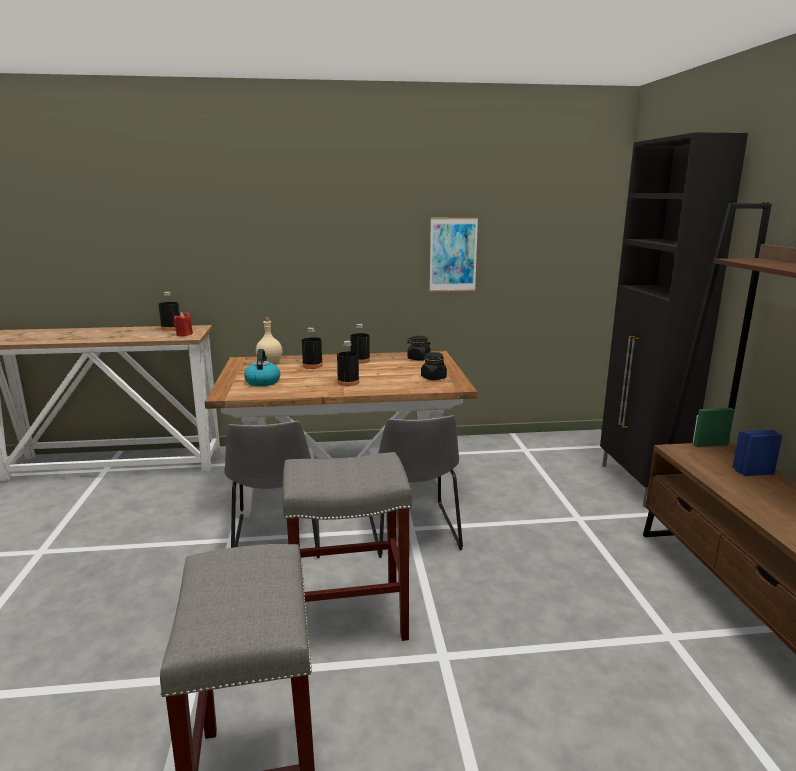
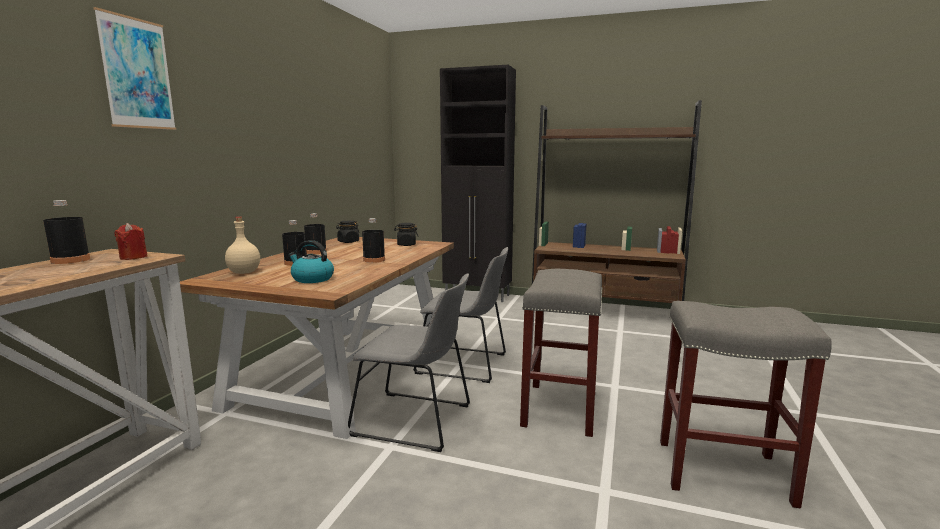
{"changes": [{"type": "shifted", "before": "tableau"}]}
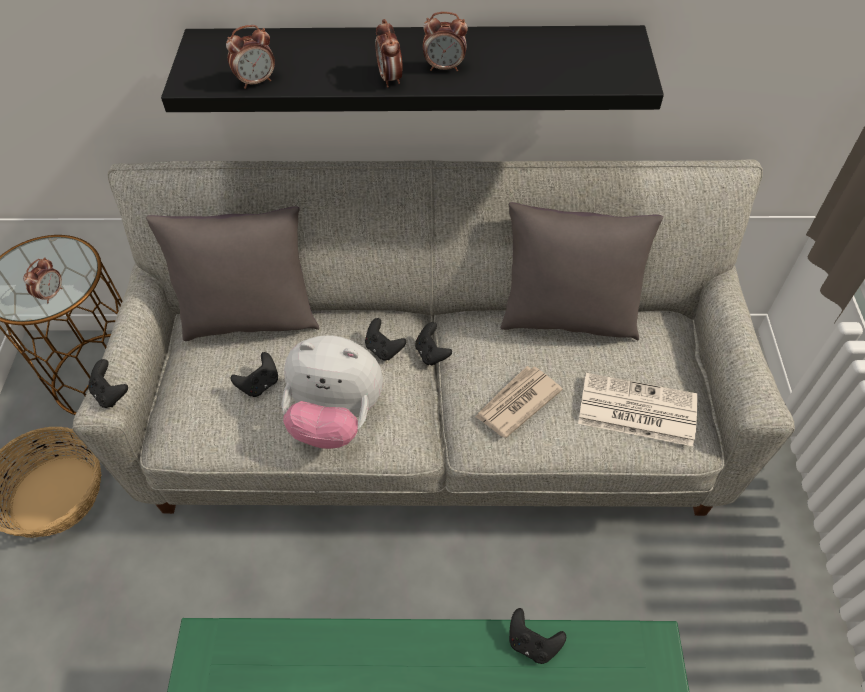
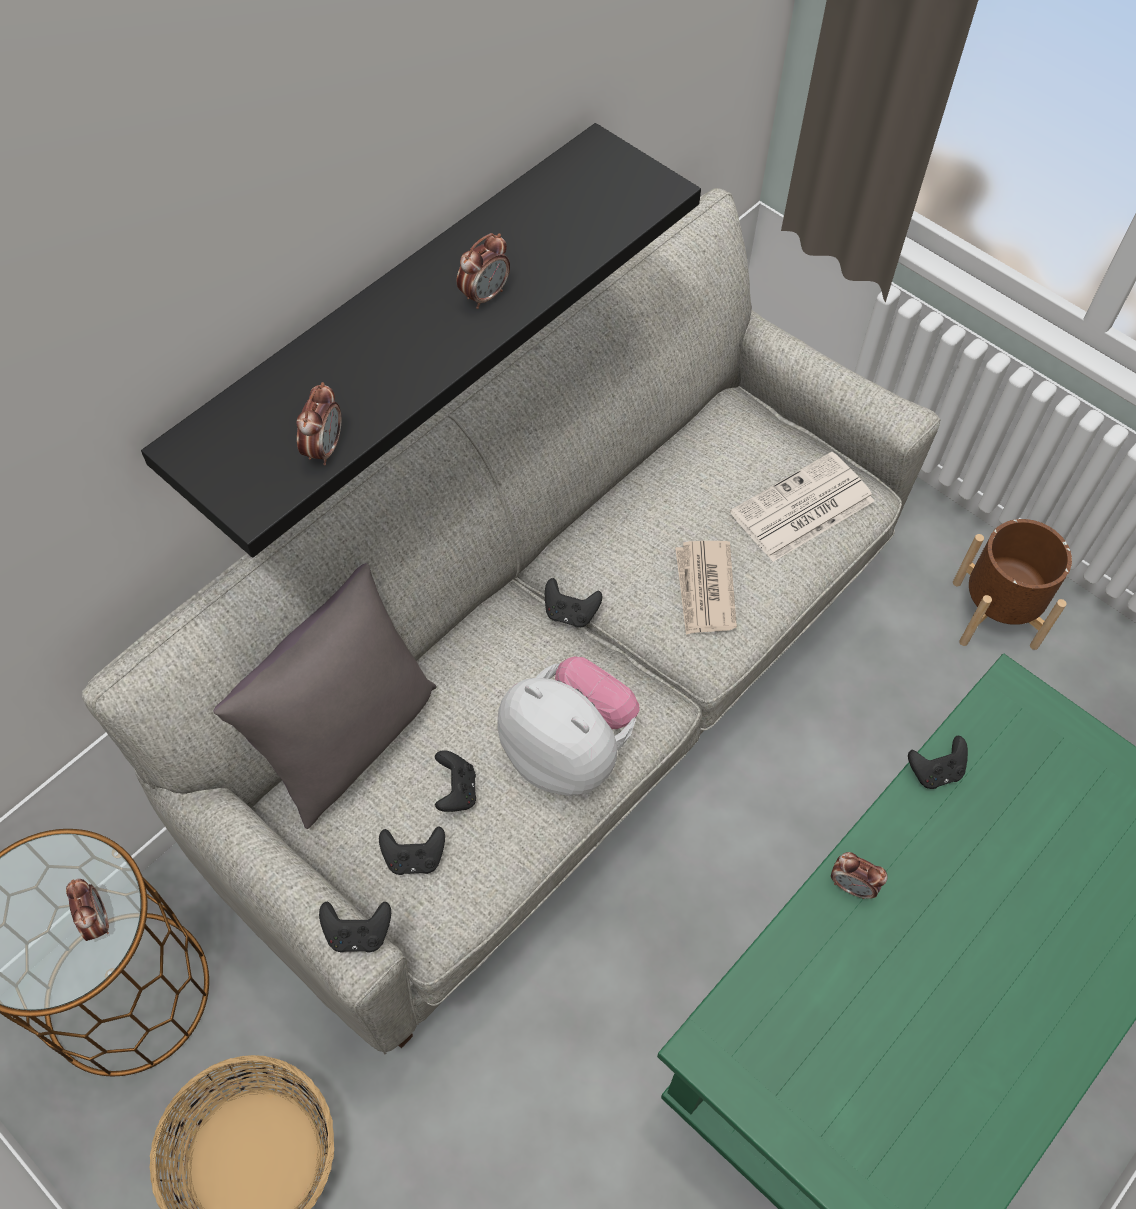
{"changes": [{"type": "shifted", "before": "manette [noir] (no. 3 from left in the first image)", "after": "manette [noir] (no. 2 from left)"}, {"type": "rotated", "before": "peluche", "turn": -105}, {"type": "shifted", "before": "réveil (no. 3 from left in the first image)", "after": "réveil (no. 4 from left)"}, {"type": "new", "after": "cache-pot [marron]"}, {"type": "gone", "before": "coussin [gris] (no. 2 from left)"}]}
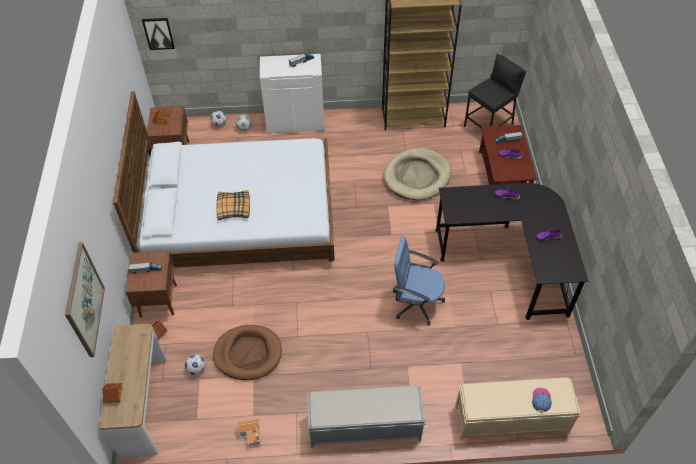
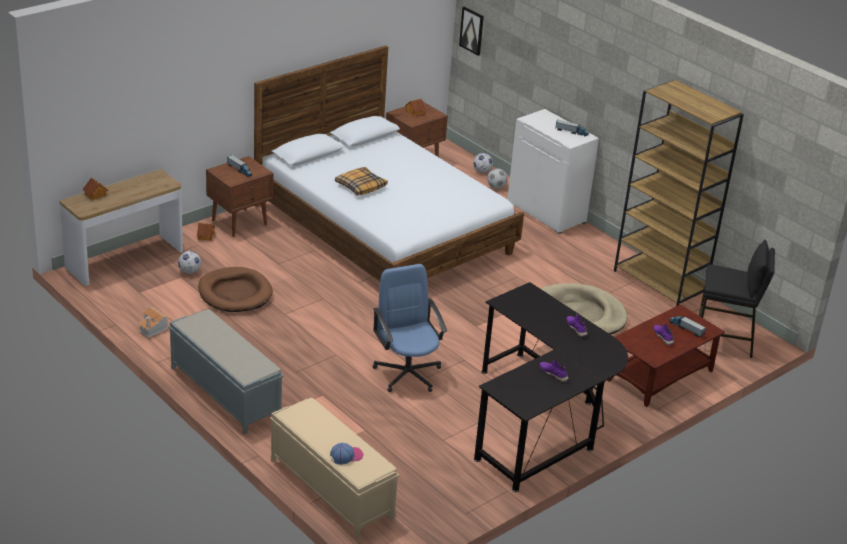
{"changes": [{"type": "gone", "before": "tableau (no. 1 from left)"}]}
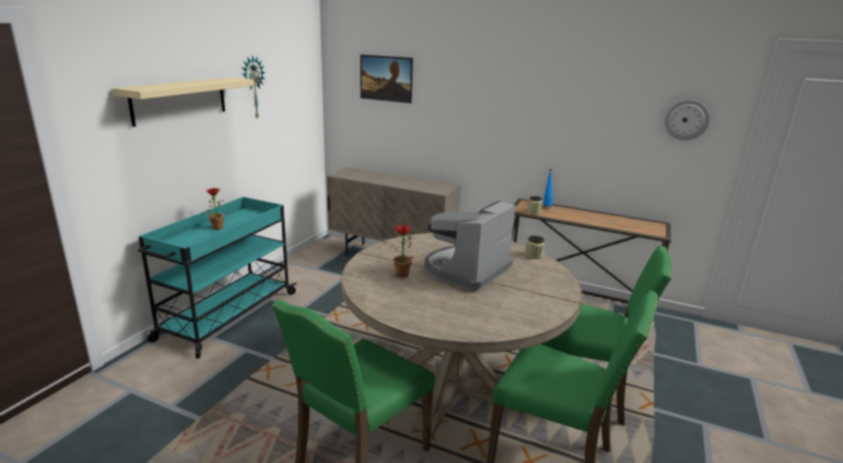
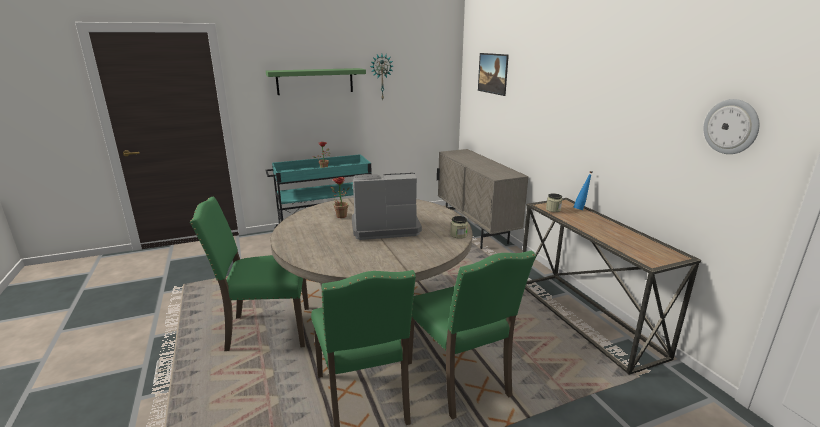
{"changes": [{"type": "repainted", "before": "étagère [beige]", "after": "étagère [vert]"}]}
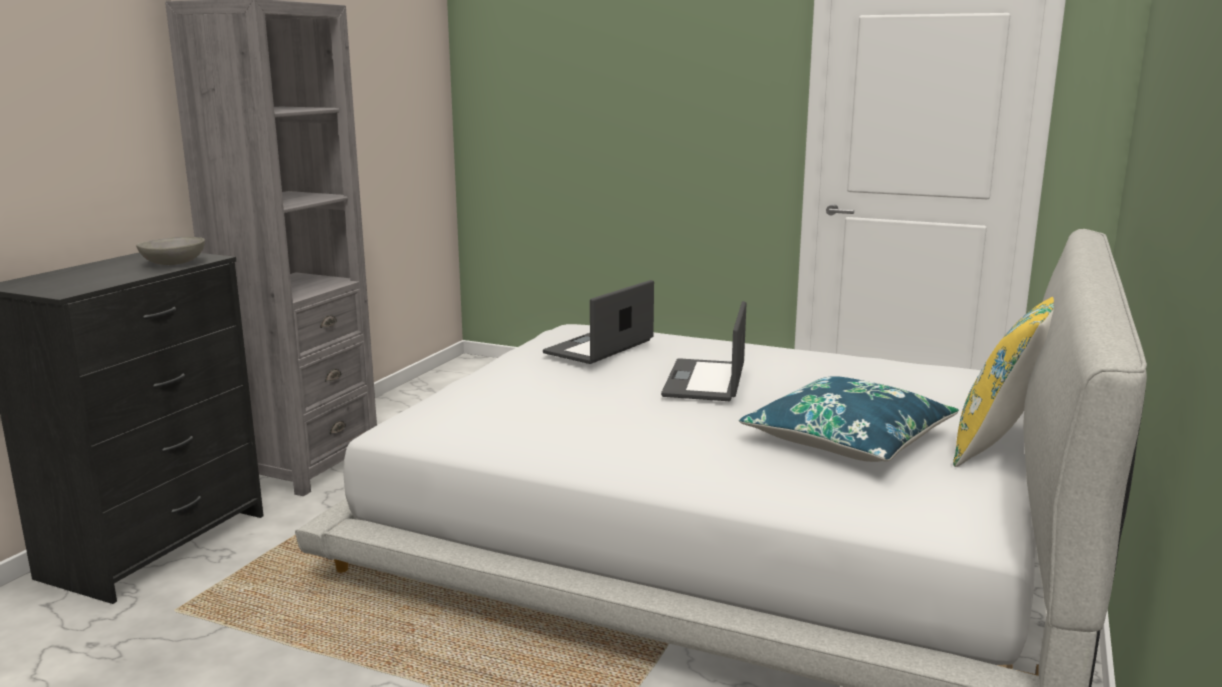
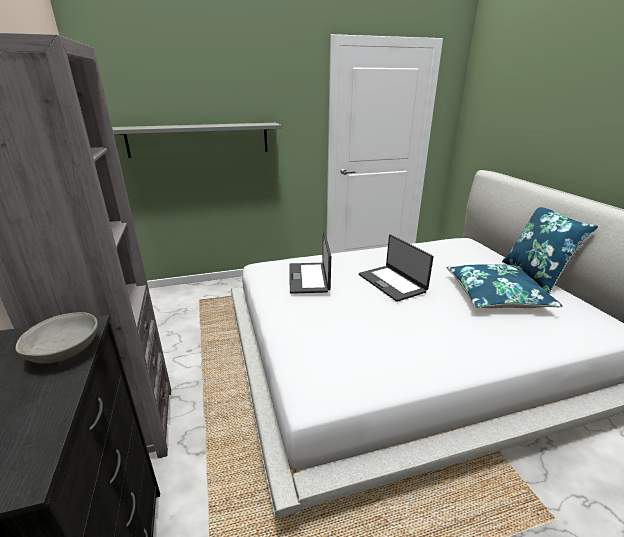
{"changes": [{"type": "new", "after": "étagère [gris]"}, {"type": "repainted", "before": "coussin [jaune]", "after": "coussin [bleu] (no. 2 from left)"}]}
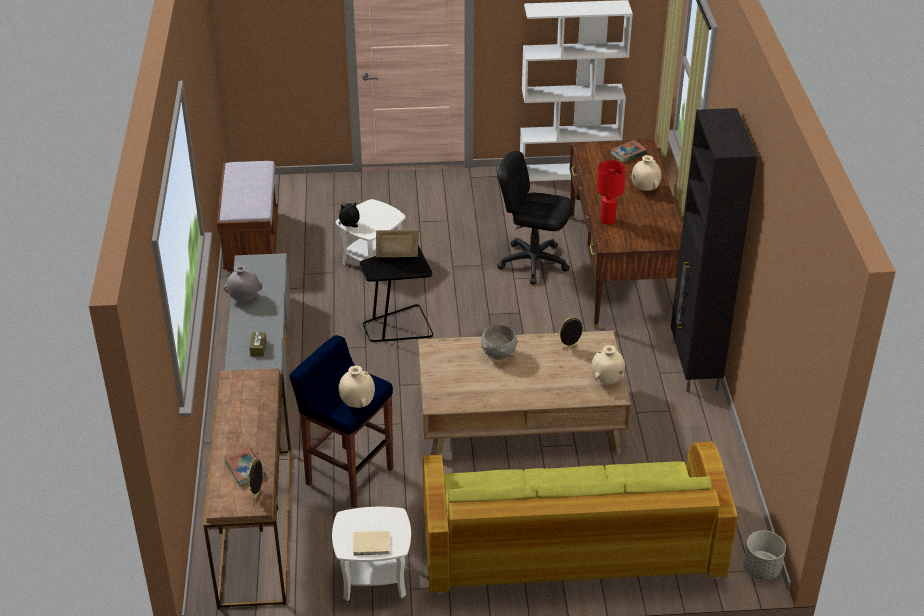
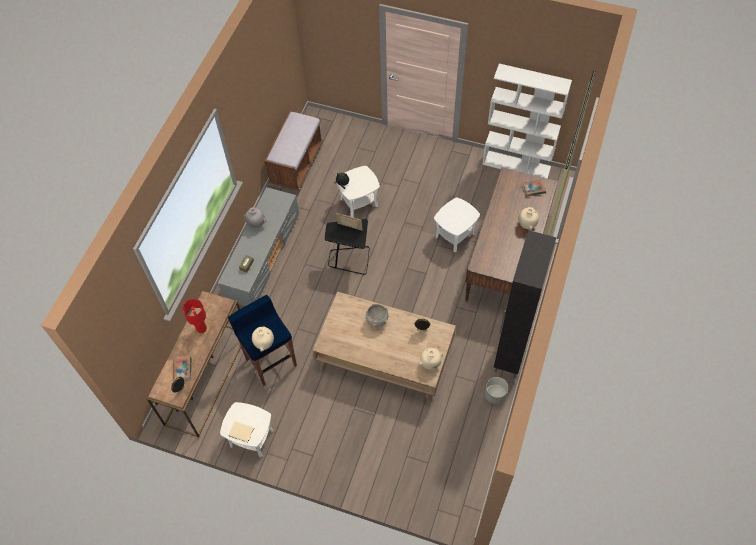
{"changes": [{"type": "shifted", "before": "lampe de table [rouge]"}, {"type": "swapped", "before": "chaise de bureau [noir]", "after": "table d'appoint [blanc] (no. 3 from left)"}, {"type": "shifted", "before": "cache-pot [gris]"}, {"type": "gone", "before": "canapé [vert]"}]}
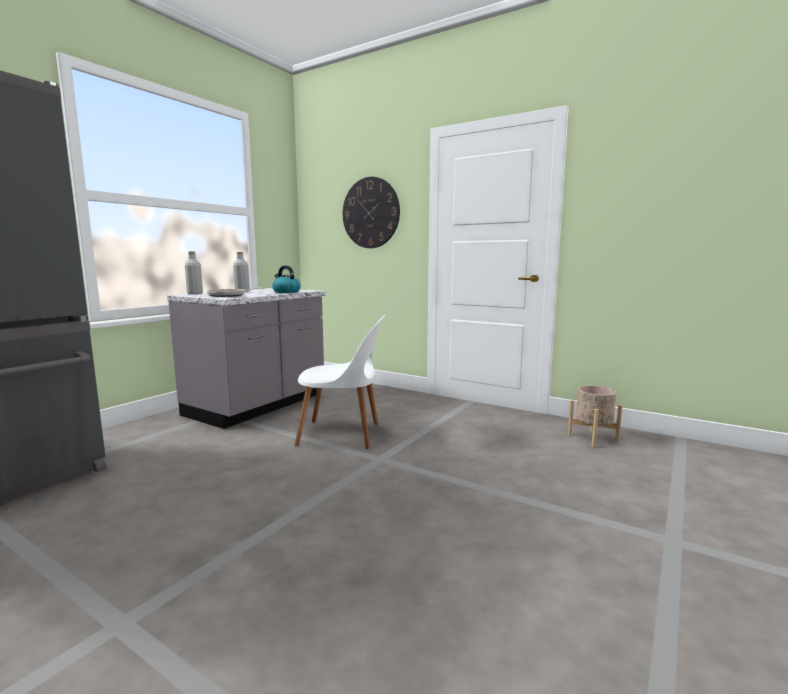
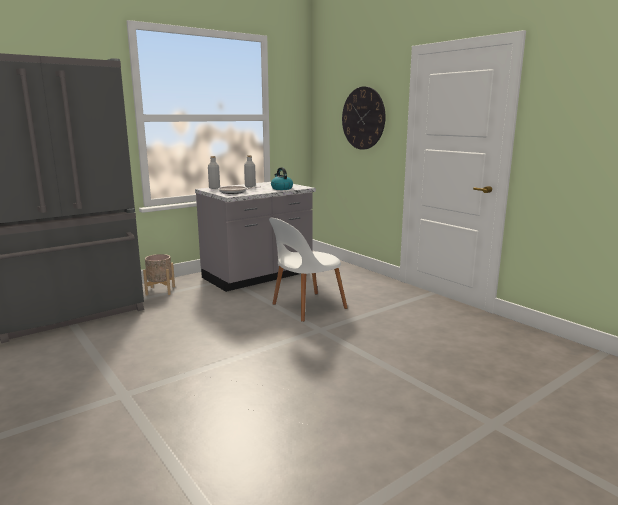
{"changes": [{"type": "shifted", "before": "cache-pot [beige]"}, {"type": "rotated", "before": "chaise [blanc]", "turn": 120}]}
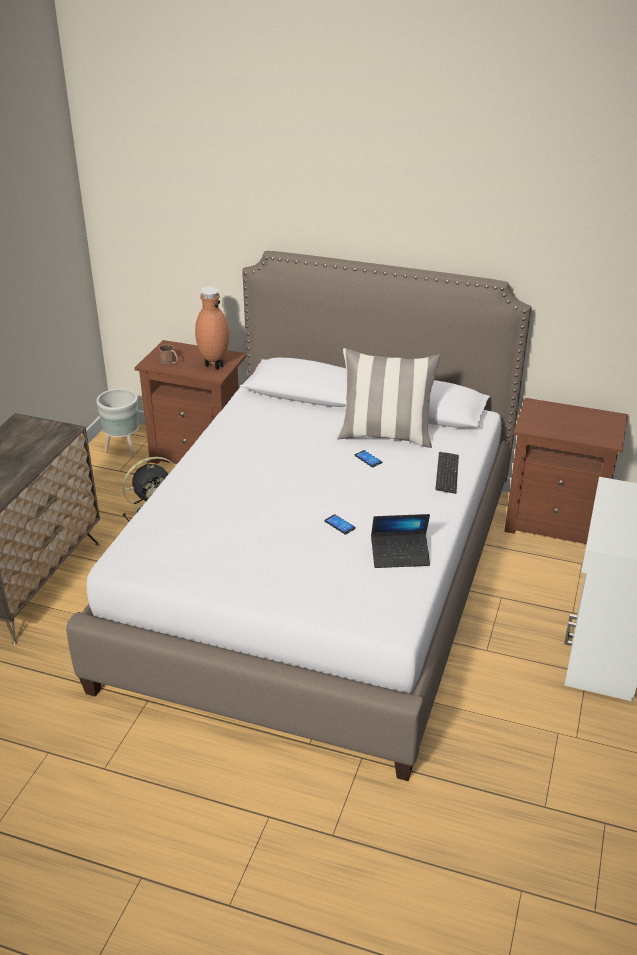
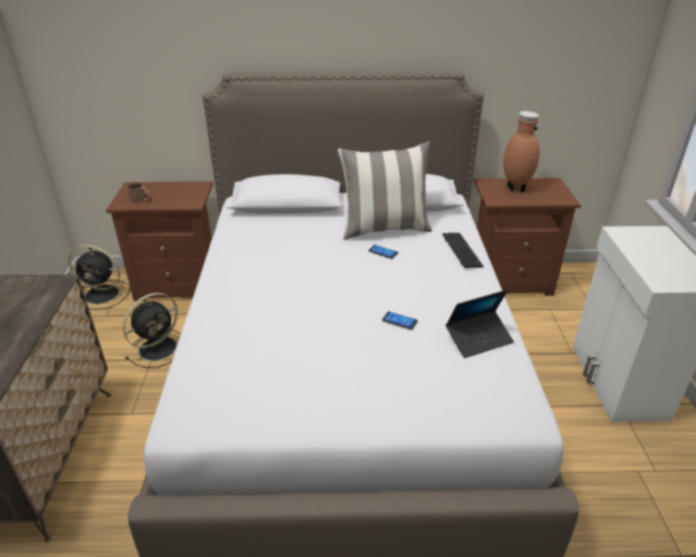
{"changes": [{"type": "swapped", "before": "cache-pot [gris]", "after": "ventilateur [noir] (no. 1 from left)"}, {"type": "shifted", "before": "vase [marron]"}]}
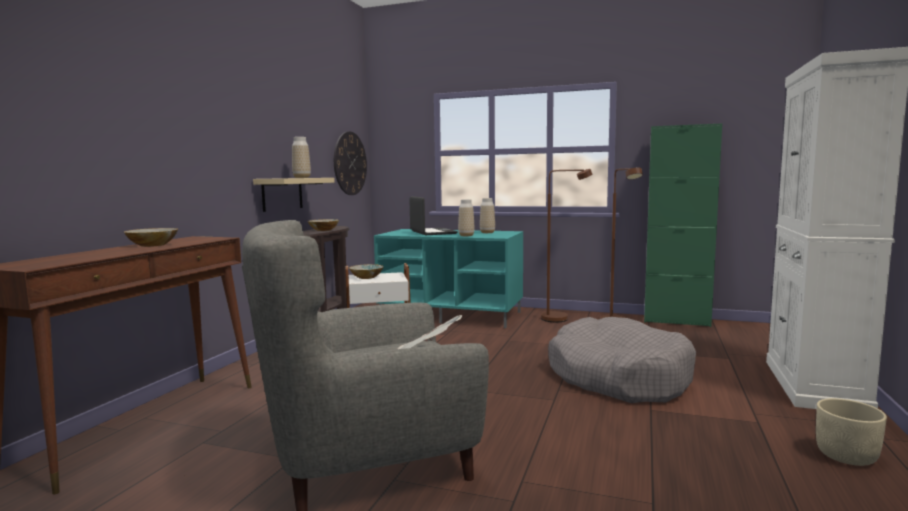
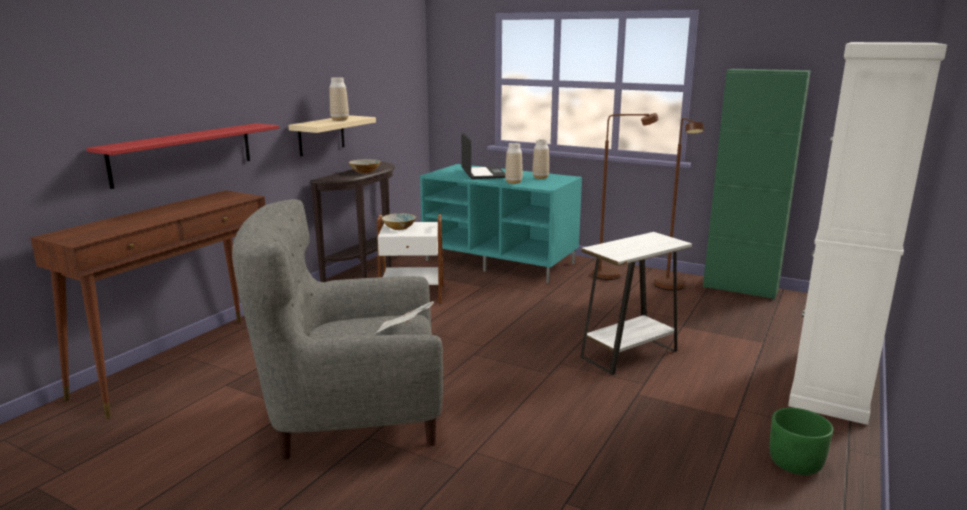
{"changes": [{"type": "new", "after": "étagère [rouge]"}, {"type": "swapped", "before": "panier pour chien [gris]", "after": "table d'appoint [blanc] (no. 2 from left)"}, {"type": "repainted", "before": "cache-pot [beige]", "after": "cache-pot [vert]"}, {"type": "gone", "before": "bol (no. 1 from left)"}, {"type": "gone", "before": "horloge murale"}]}
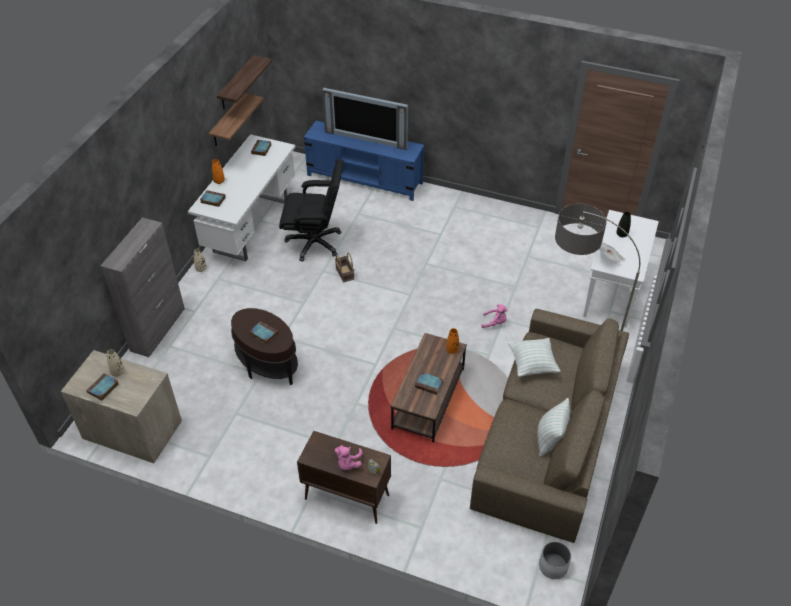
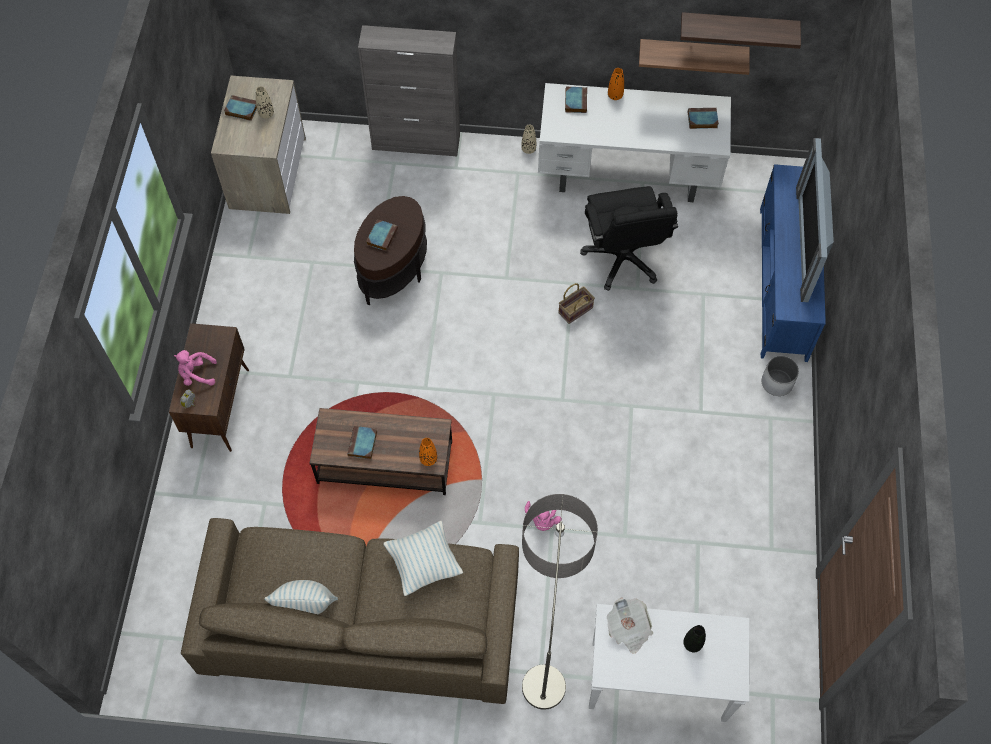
{"changes": [{"type": "shifted", "before": "cache-pot [blanc]"}]}
